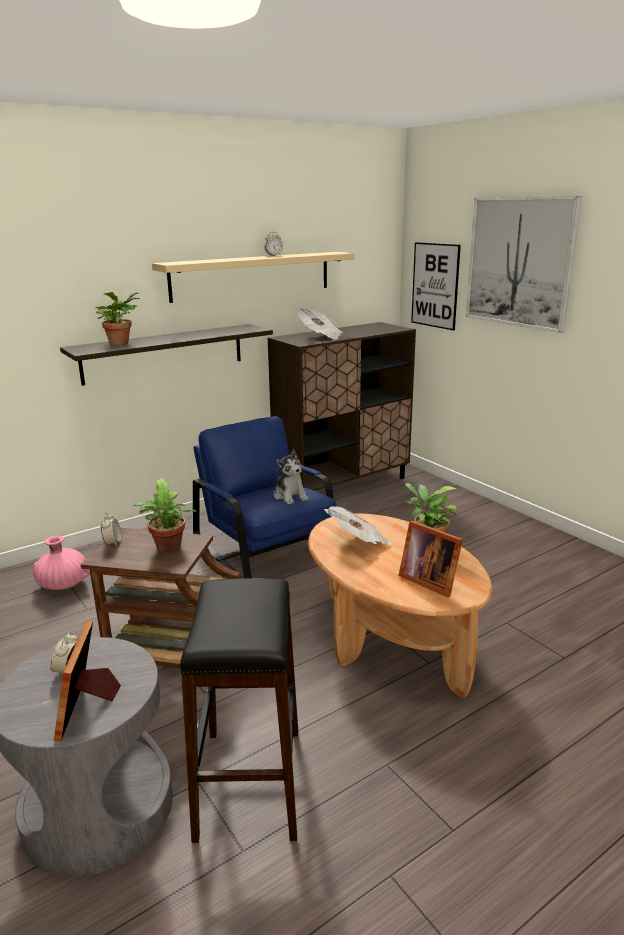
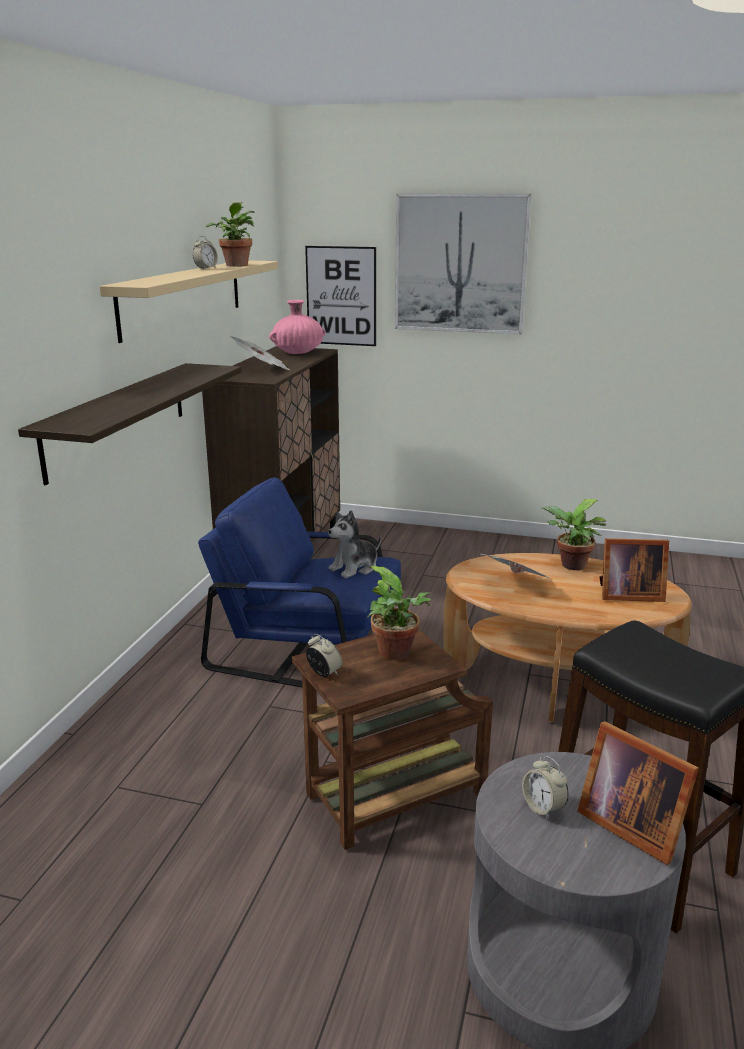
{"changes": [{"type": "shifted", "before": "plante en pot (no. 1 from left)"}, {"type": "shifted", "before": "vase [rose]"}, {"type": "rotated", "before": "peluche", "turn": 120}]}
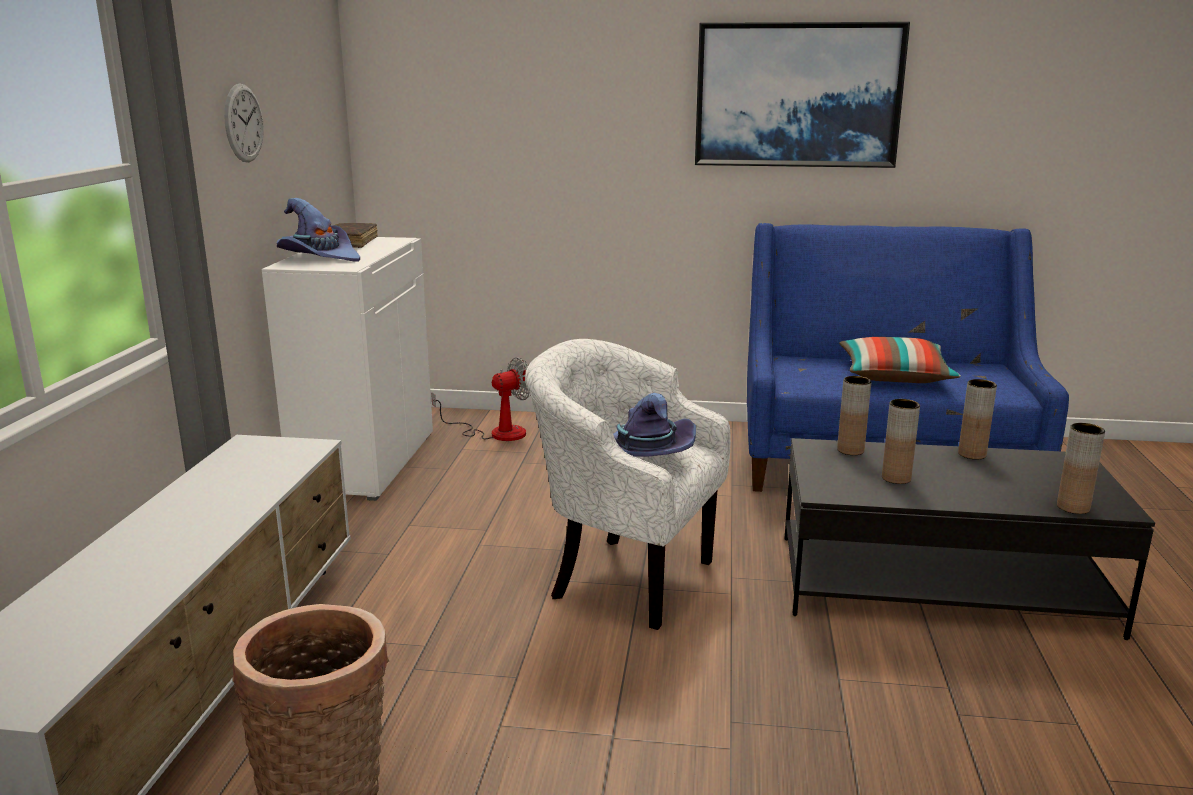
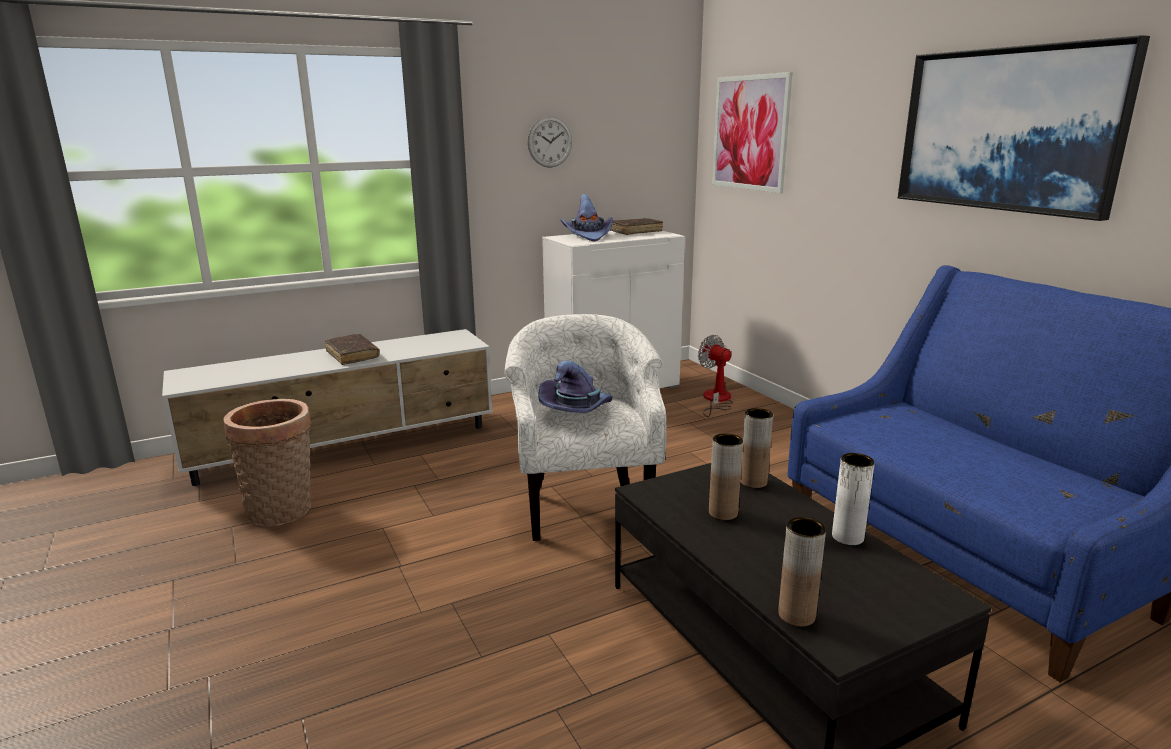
{"changes": [{"type": "new", "after": "livre [marron] (no. 1 from left)"}, {"type": "rotated", "before": "ventilateur", "turn": -150}, {"type": "new", "after": "tableau (no. 1 from left)"}, {"type": "repainted", "before": "vase [marron] (no. 3 from left)", "after": "vase [blanc]"}, {"type": "gone", "before": "coussin"}]}
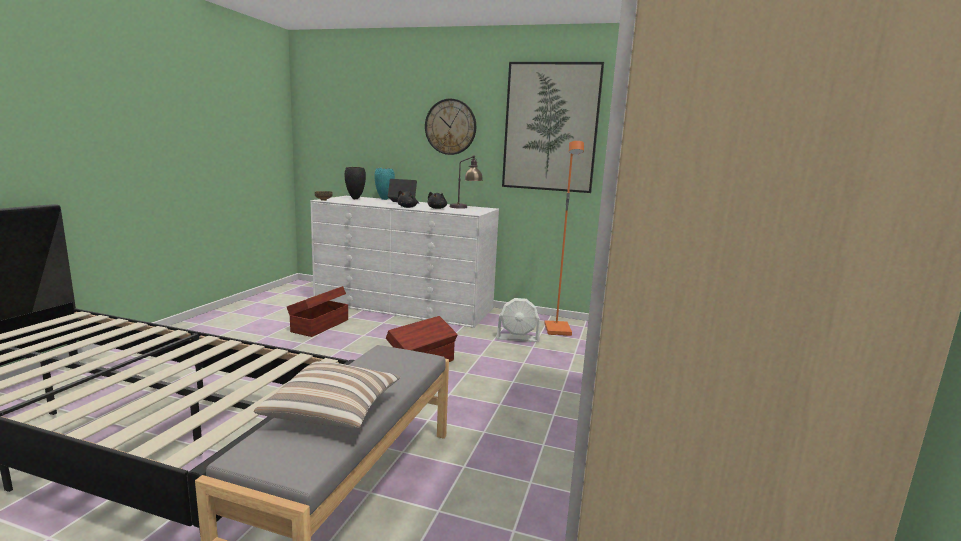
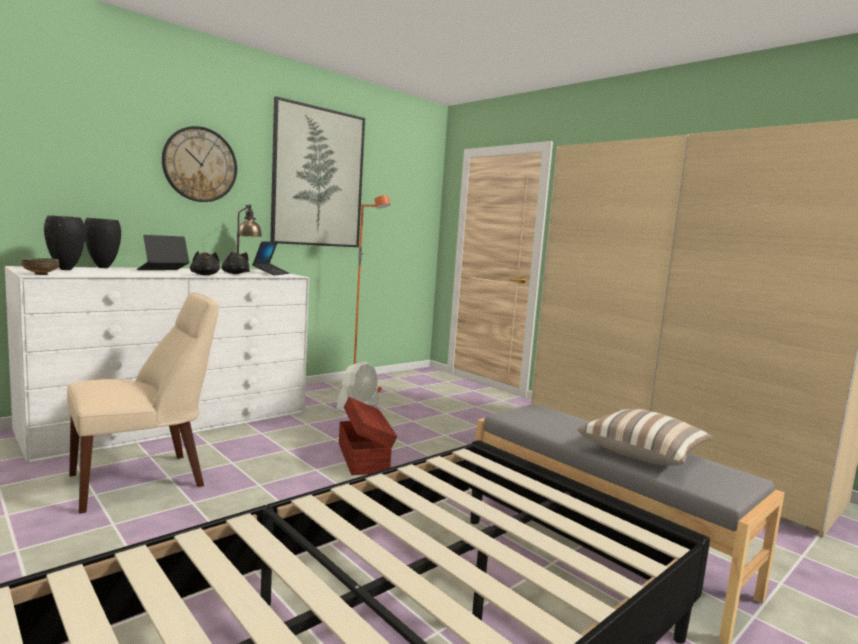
{"changes": [{"type": "swapped", "before": "boîte de rangement [marron] (no. 1 from left)", "after": "chaise [beige]"}, {"type": "repainted", "before": "vase [turquoise]", "after": "vase [noir] (no. 2 from left)"}, {"type": "new", "after": "ordinateur portable (no. 2 from left)"}]}
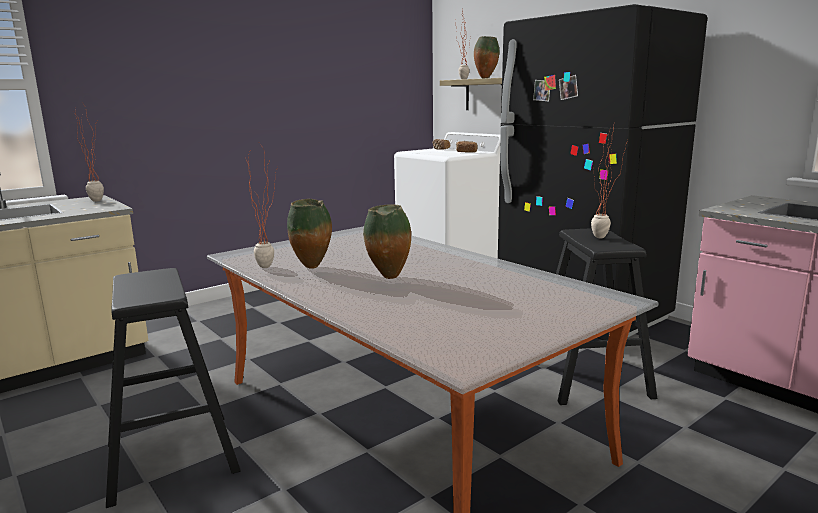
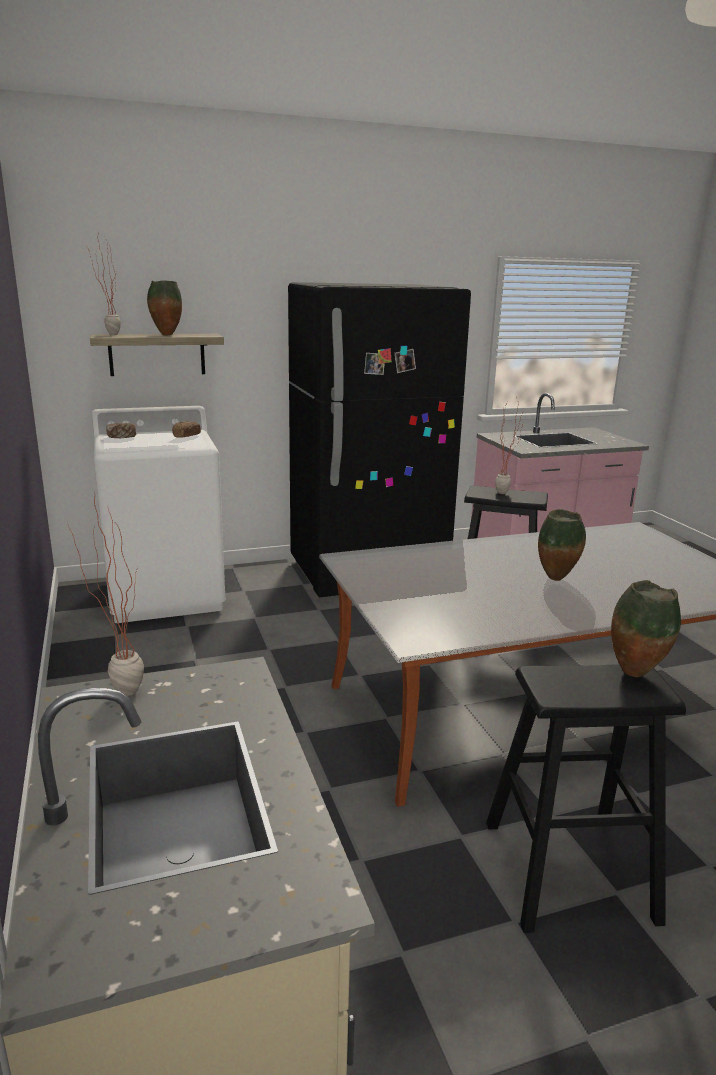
{"changes": [{"type": "shifted", "before": "vase (no. 1 from left in the first image)", "after": "vase (no. 3 from left)"}, {"type": "gone", "before": "plante en pot (no. 2 from left)"}]}
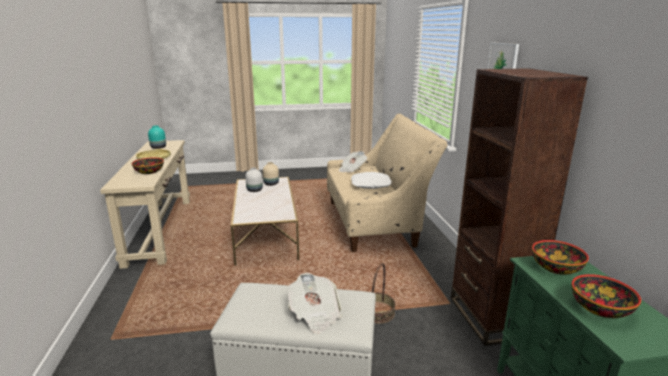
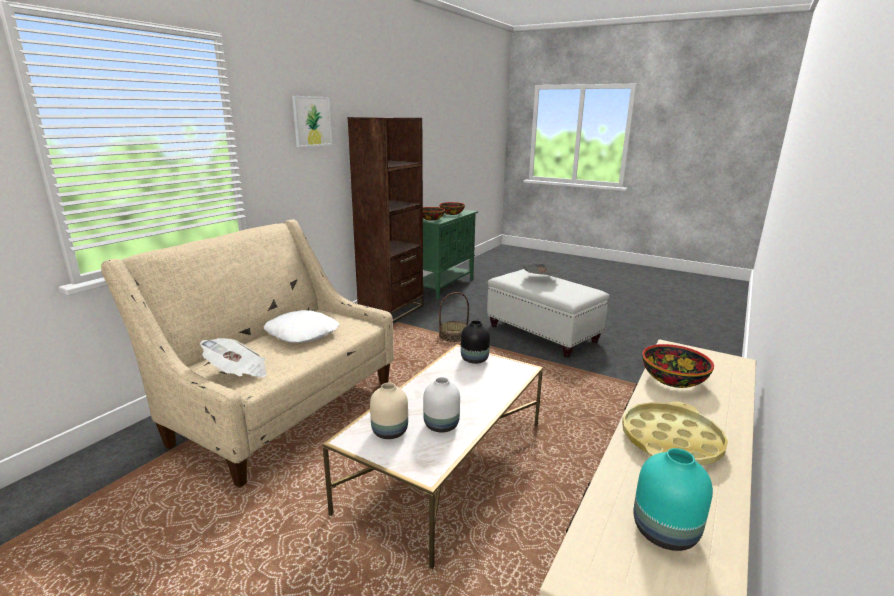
{"changes": [{"type": "new", "after": "vase [noir]"}]}
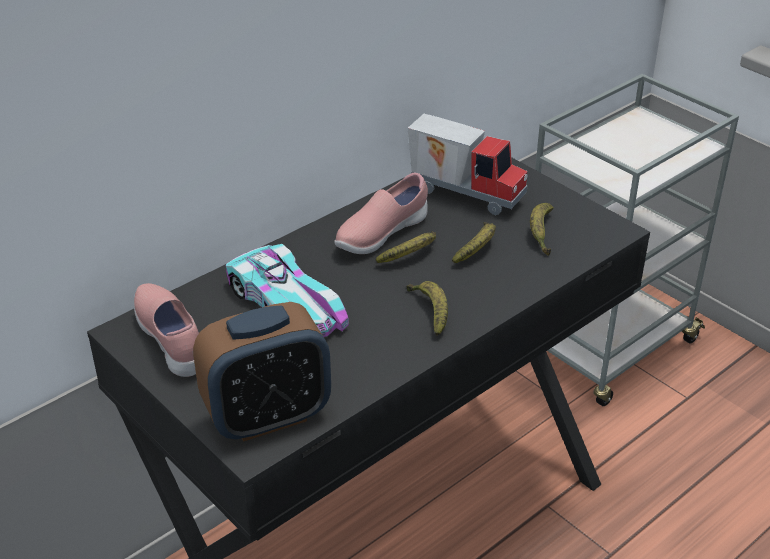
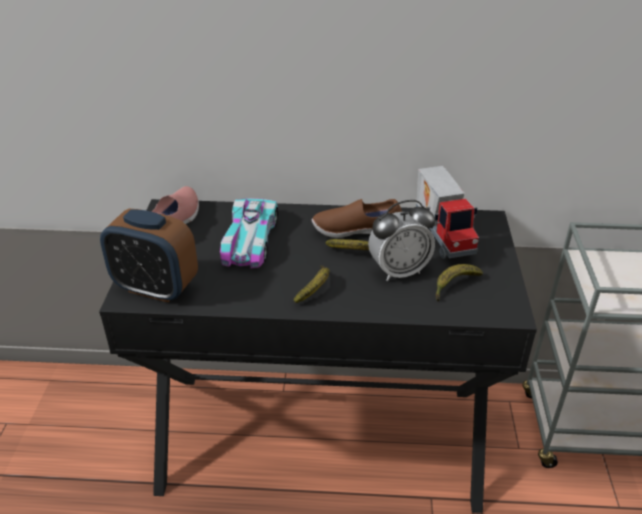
{"changes": [{"type": "repainted", "before": "chaussure [rose] (no. 2 from left)", "after": "chaussure [marron]"}, {"type": "swapped", "before": "banane (no. 3 from left)", "after": "réveil (no. 2 from left)"}]}
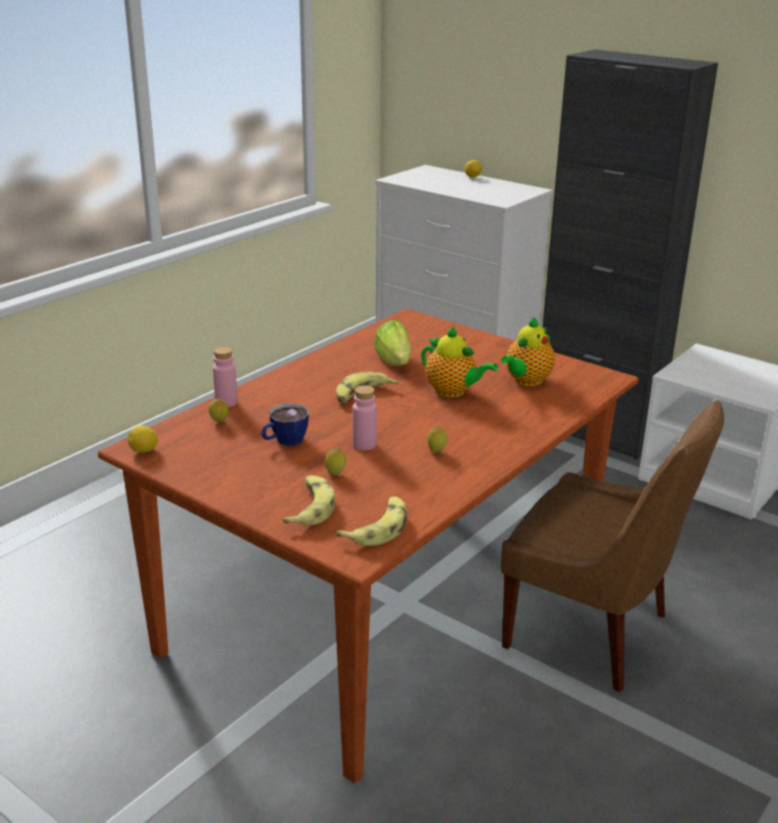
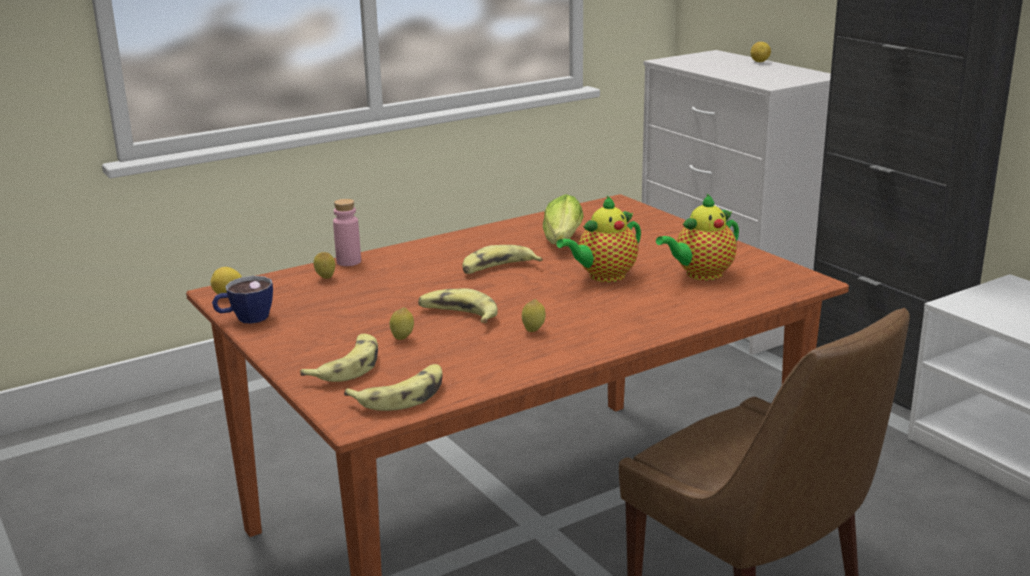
{"changes": [{"type": "shifted", "before": "tasse"}, {"type": "swapped", "before": "bouteille [rose] (no. 2 from left)", "after": "banane (no. 3 from left)"}, {"type": "rotated", "before": "théière (no. 1 from left)", "turn": 90}]}
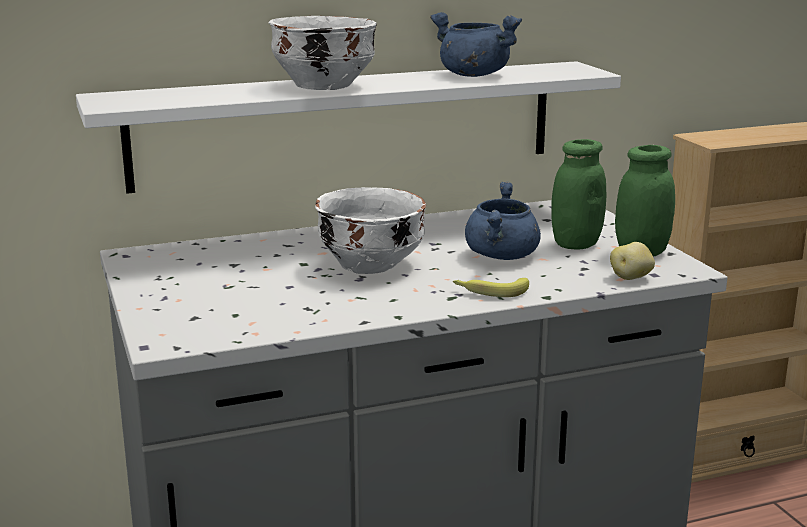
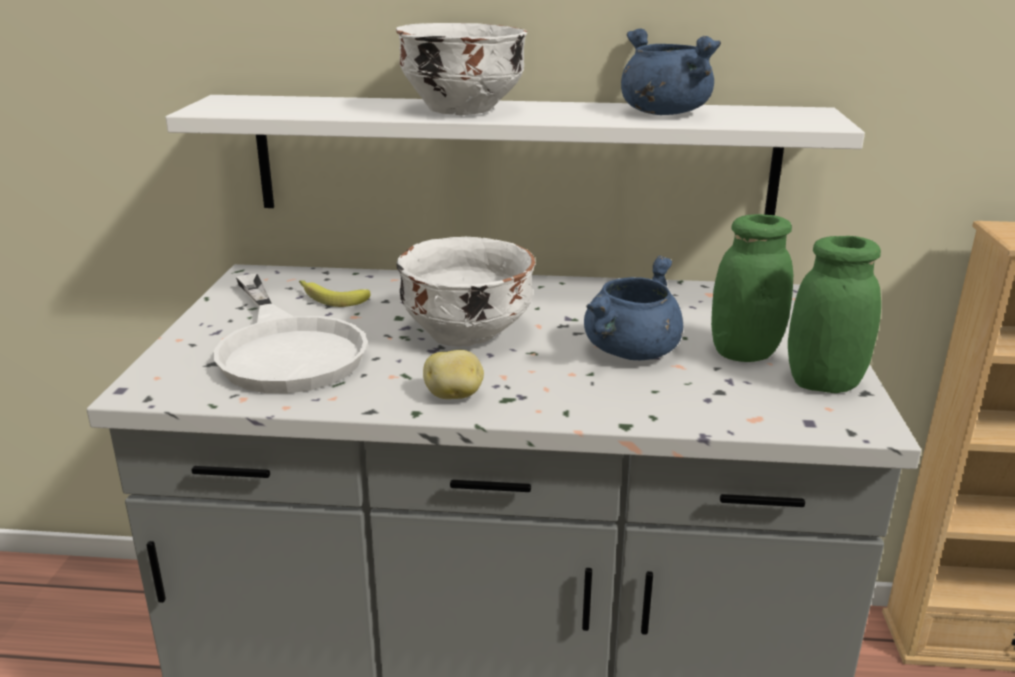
{"changes": [{"type": "new", "after": "poêle [blanc]"}, {"type": "shifted", "before": "banane"}, {"type": "shifted", "before": "pomme de terre"}]}
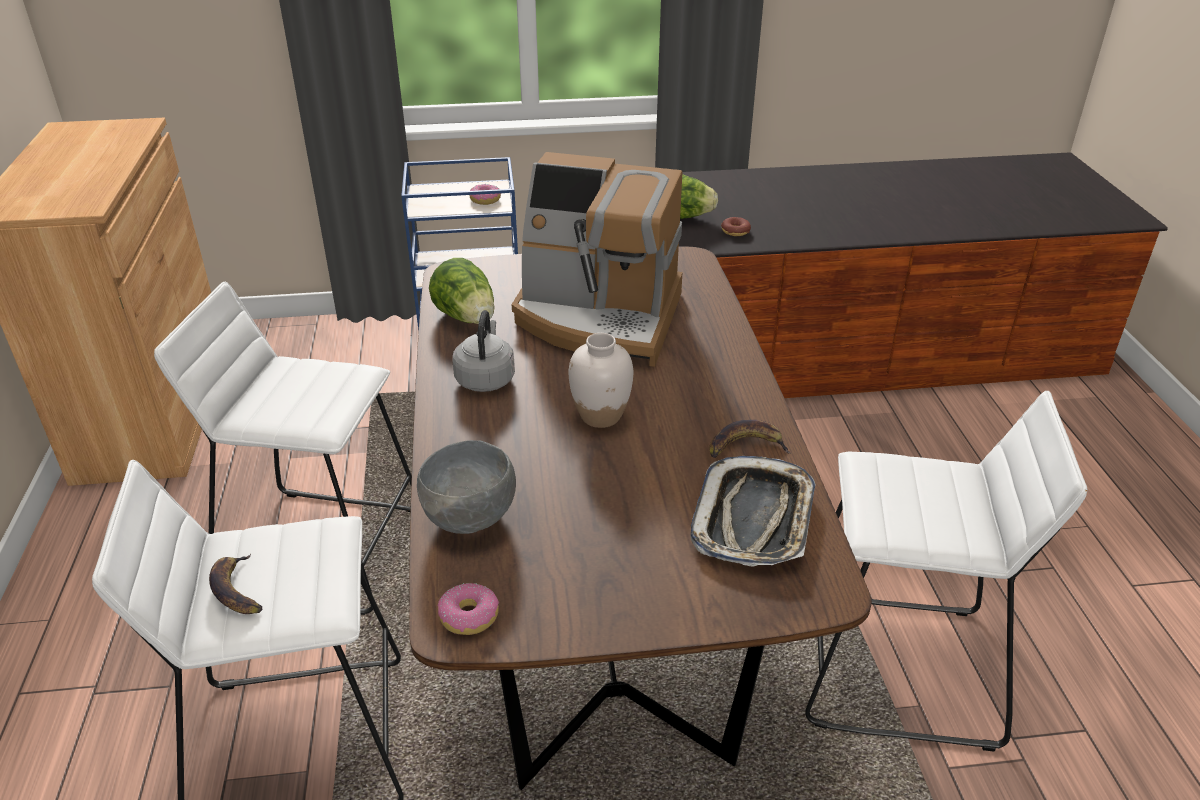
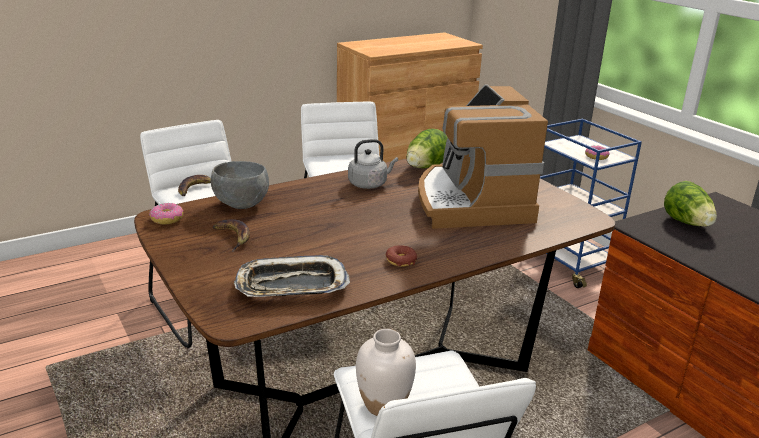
{"changes": [{"type": "shifted", "before": "banane (no. 2 from left)"}, {"type": "shifted", "before": "vase [blanc]"}, {"type": "shifted", "before": "beignet (no. 3 from left in the first image)", "after": "beignet (no. 2 from left)"}]}
